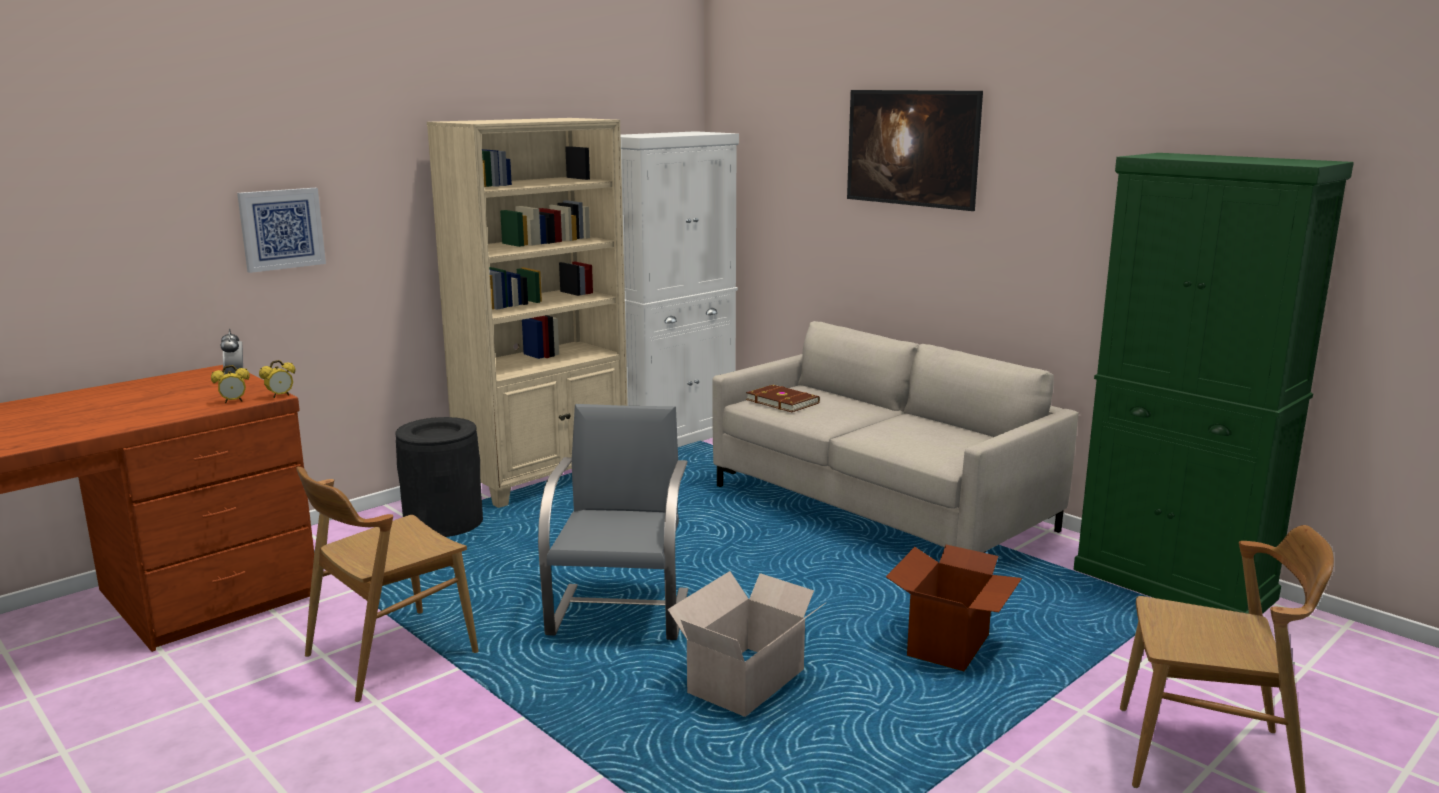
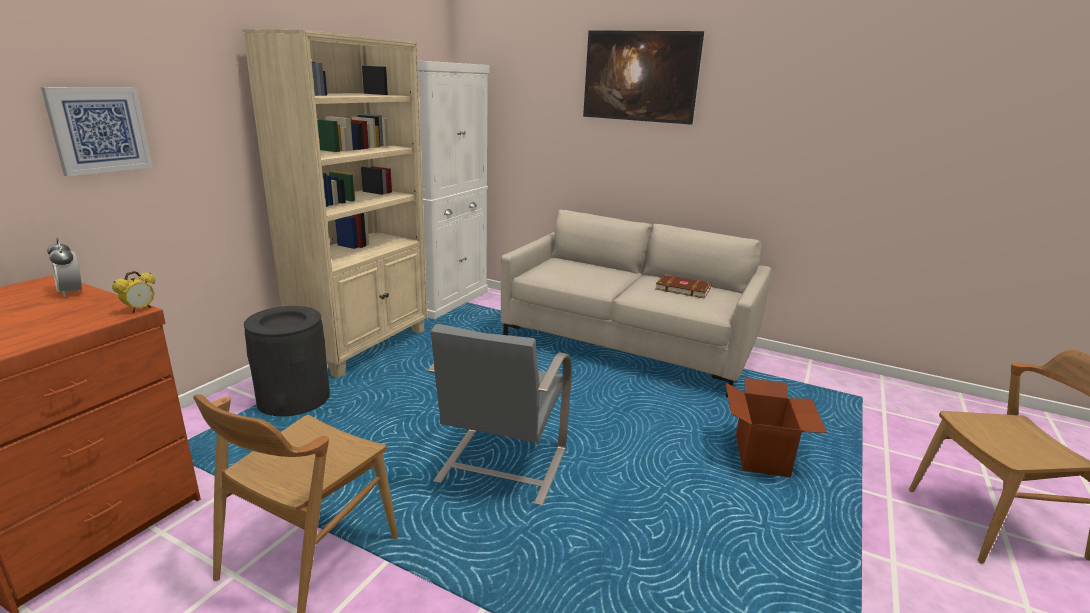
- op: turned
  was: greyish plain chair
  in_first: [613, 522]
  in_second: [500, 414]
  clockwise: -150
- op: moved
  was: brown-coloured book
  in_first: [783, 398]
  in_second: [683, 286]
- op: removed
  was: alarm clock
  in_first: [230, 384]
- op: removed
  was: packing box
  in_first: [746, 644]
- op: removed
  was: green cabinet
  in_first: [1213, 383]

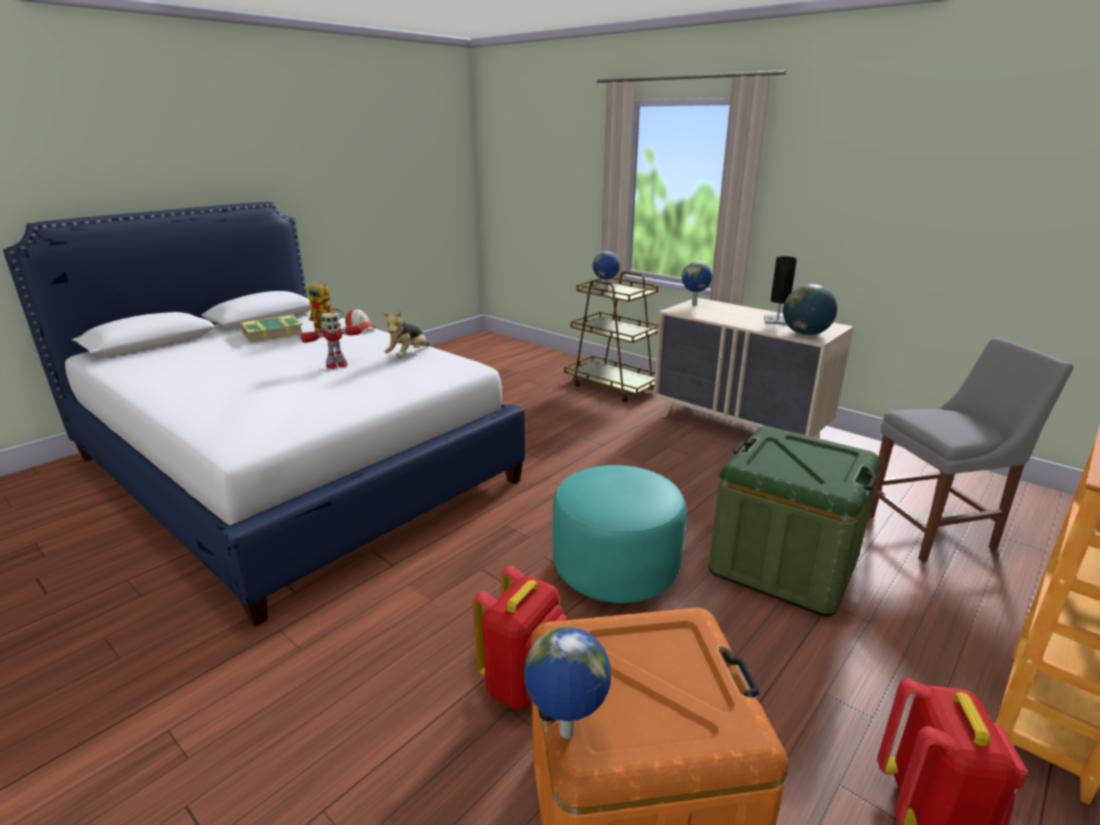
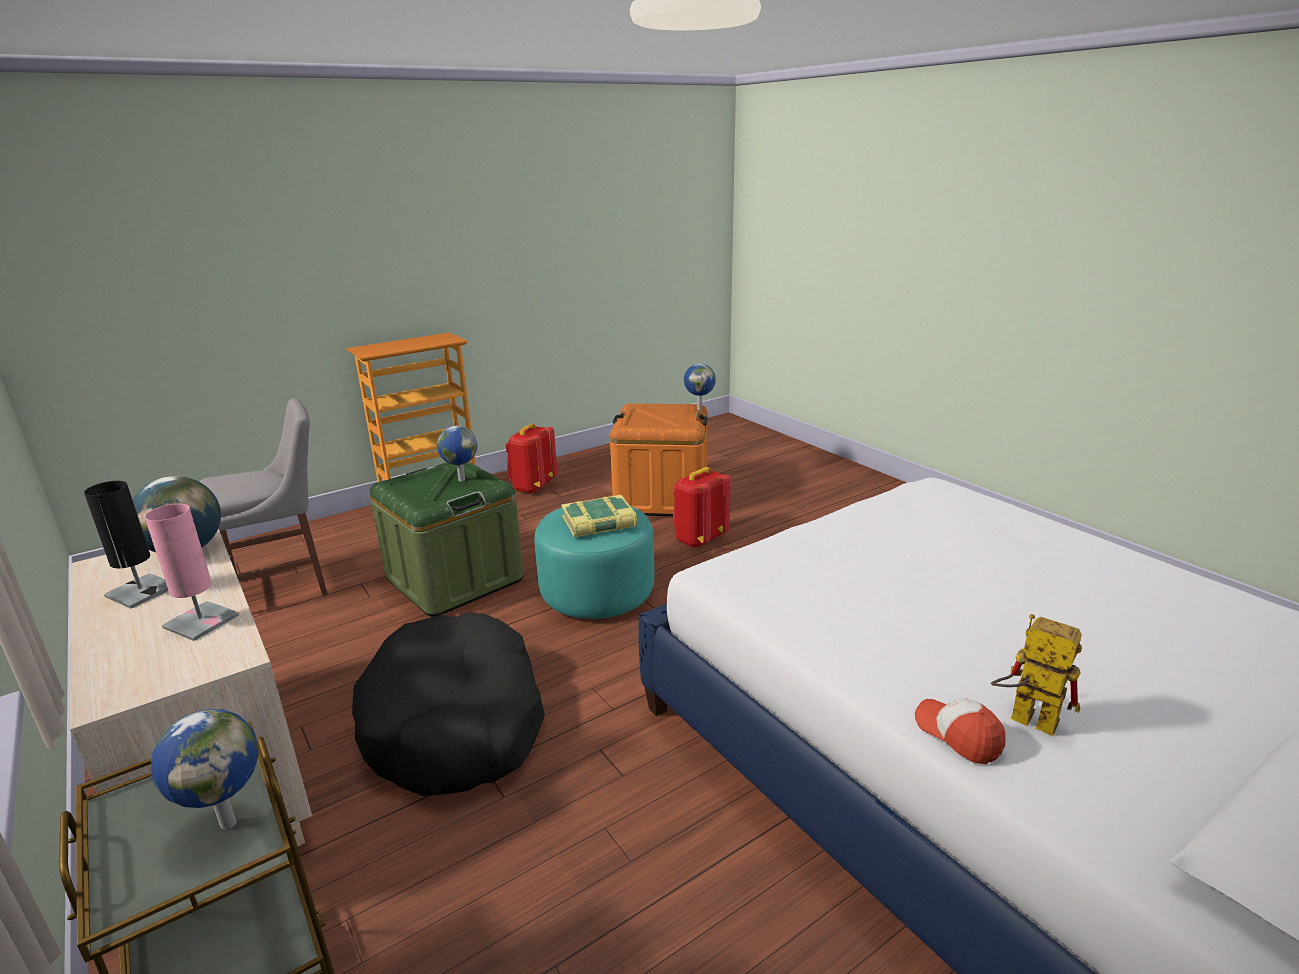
- op: added
  now: pink-coloured tabletop lamp
  in_second: [192, 572]
- op: turned
  was: greyish plain chair
  in_first: [970, 449]
  in_second: [264, 496]
  clockwise: 150
- op: added
  now: black-coloured pet bed
  in_second: [448, 704]
- op: moved
  was: world globe
  in_first: [697, 284]
  in_second: [457, 454]
- op: moved
  was: book
  in_first: [272, 329]
  in_second: [599, 516]
- op: removed
  was: robot figure
  in_first: [331, 340]
- op: removed
  was: plush toy
  in_first: [406, 334]

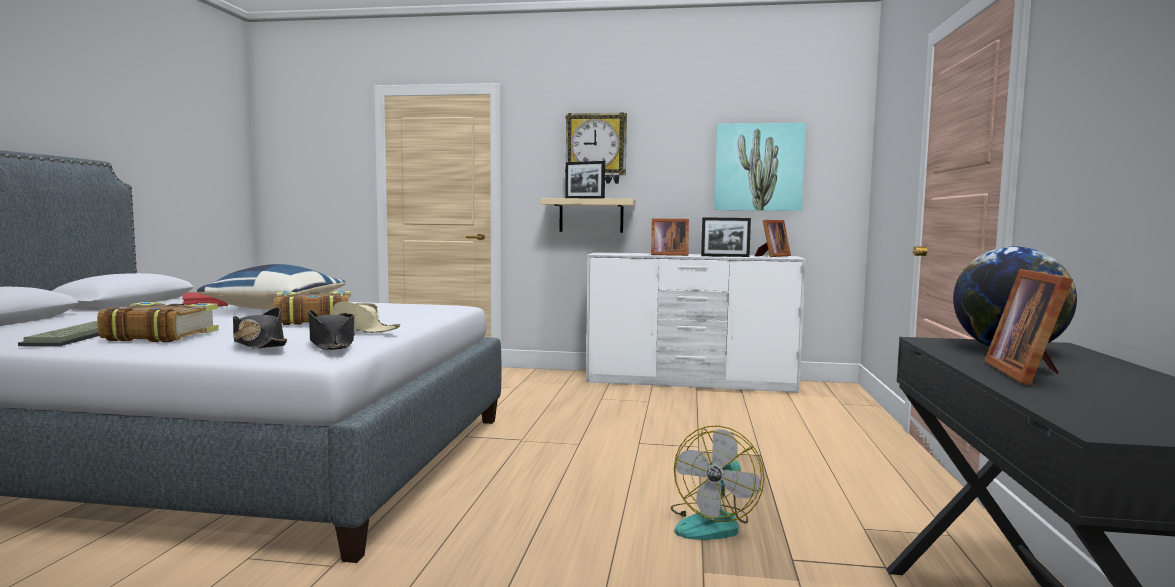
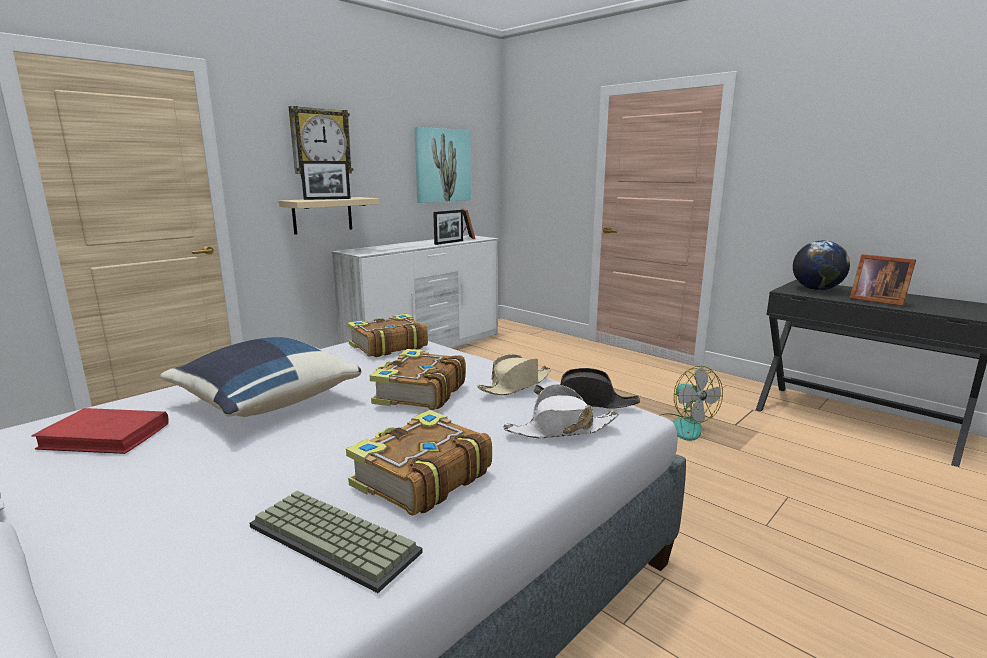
- op: added
  now: book
  in_second: [387, 335]
- op: recoloured
  was: black-coloured hat
  now: white hat
  in_first: [260, 328]
  in_second: [561, 411]
- op: removed
  was: picture frame
  in_first: [670, 237]

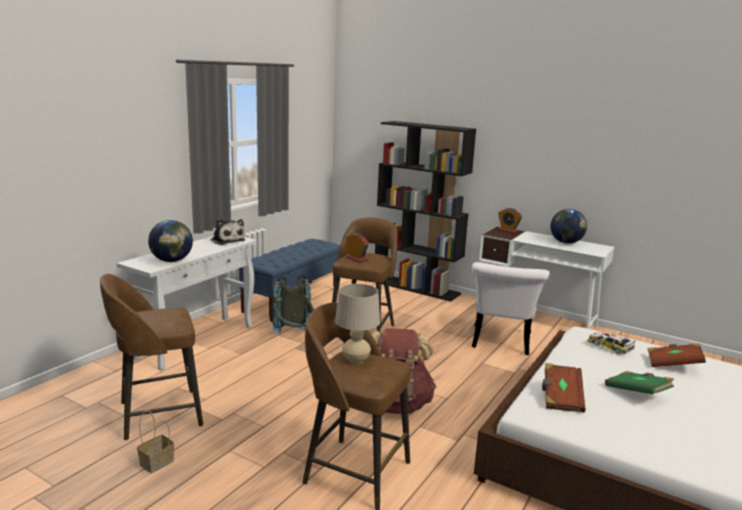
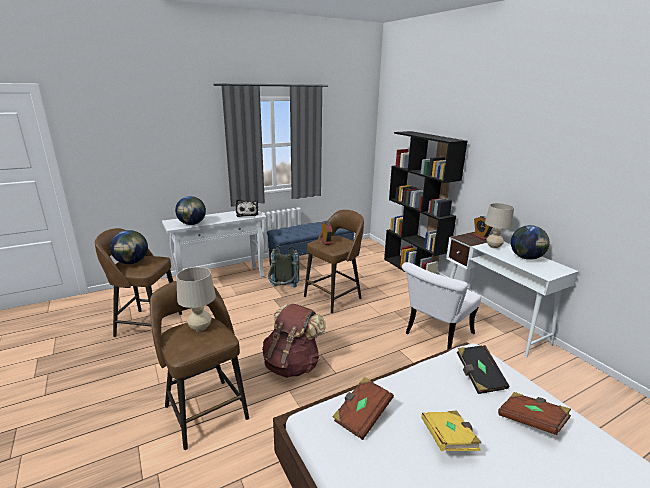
- op: added
  now: world globe
  in_second: [129, 247]
- op: recoloured
  was: green book
  now: yellow-coloured book
  in_first: [639, 383]
  in_second: [451, 430]
- op: replaced
  was: model car
  now: black-coloured book
  in_first: [611, 343]
  in_second: [483, 369]
- op: added
  now: beige tabletop lamp
  in_second: [499, 226]
- op: removed
  was: household basket
  in_first: [155, 441]

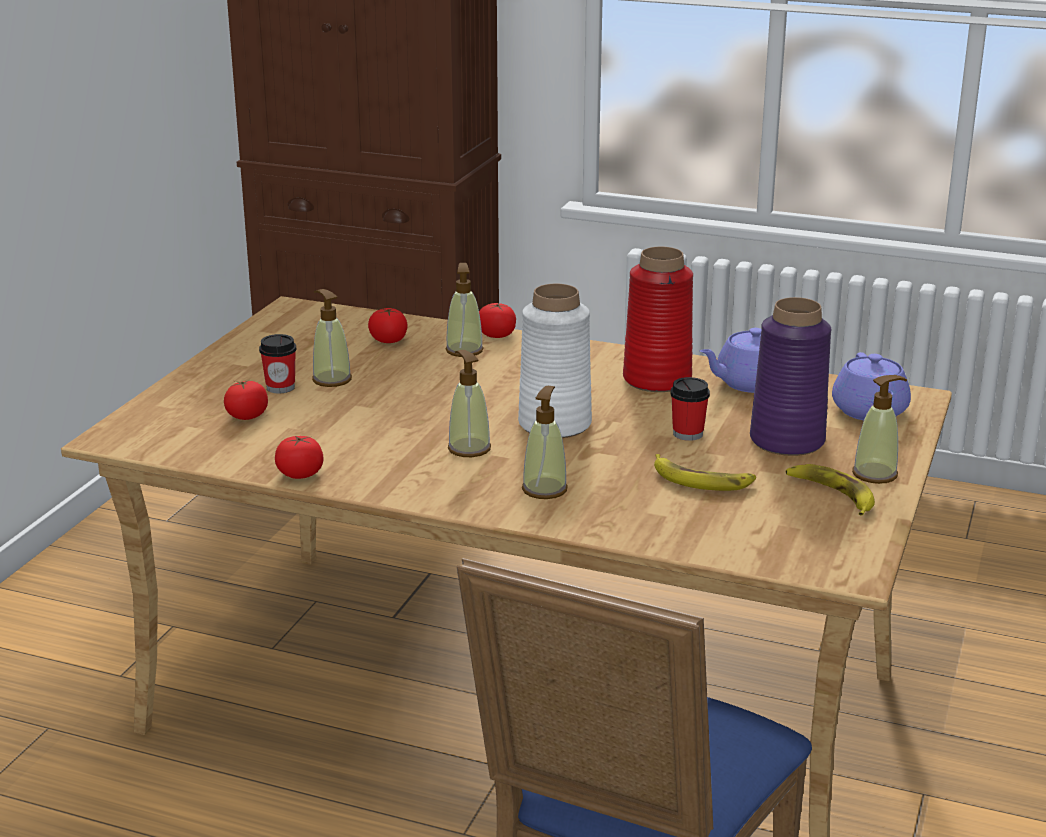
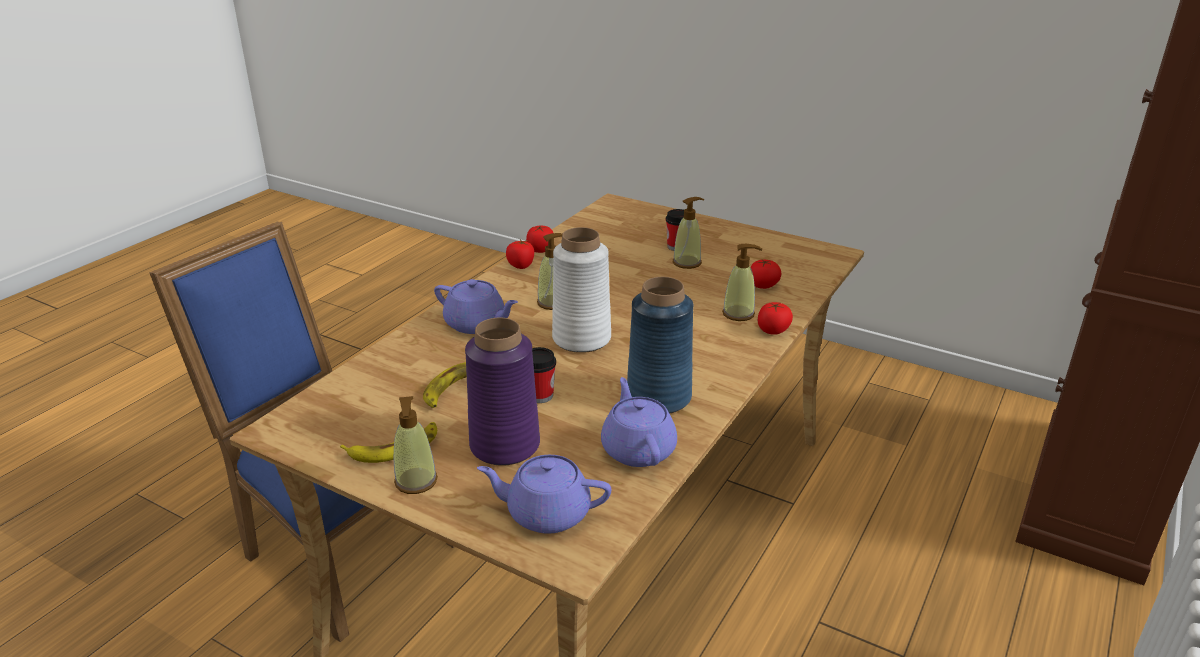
- op: replaced
  was: soap dispenser
  now: purple-coloured pot for tea
  in_first: [545, 442]
  in_second: [476, 306]
- op: moved
  was: fresh tomato
  in_first: [246, 400]
  in_second: [520, 254]
- op: recoloured
  was: red vase
  now: blue-coloured vase
  in_first: [658, 319]
  in_second: [660, 345]

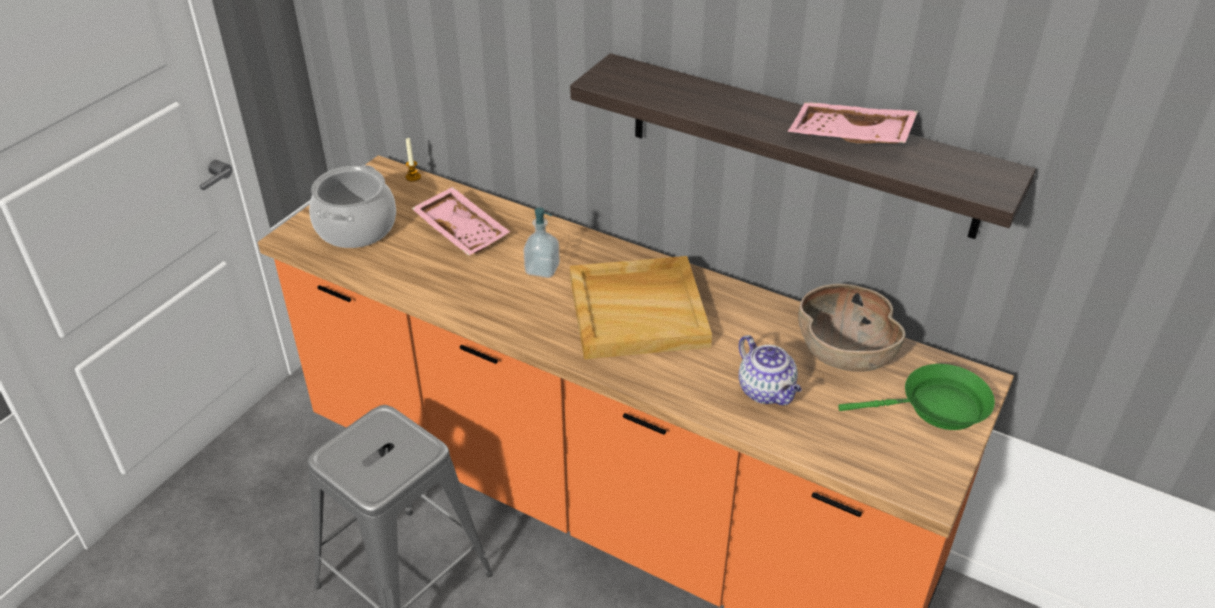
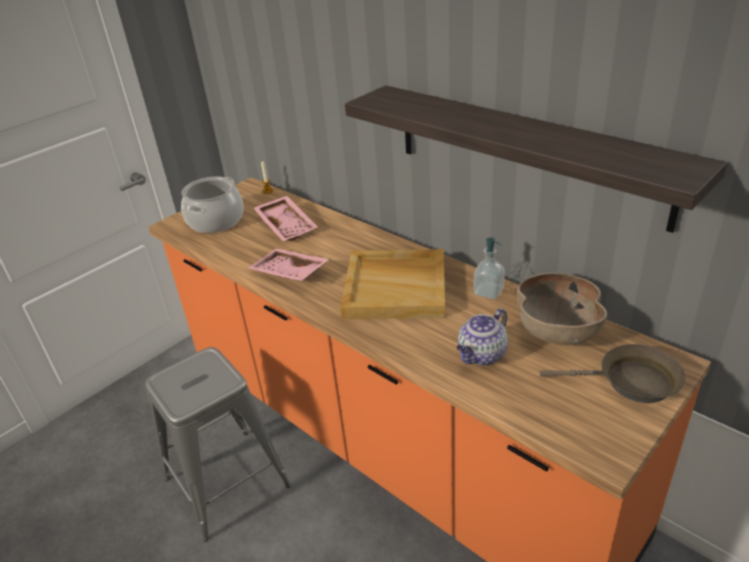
- op: moved
  was: pink-coloured carrying tray
  in_first: [852, 123]
  in_second: [288, 264]
- op: turned
  was: pot for tea
  in_first: [770, 370]
  in_second: [482, 336]
  clockwise: 60
- op: moved
  was: soap dispenser
  in_first: [541, 242]
  in_second: [489, 268]
- op: recoloured
  was: green skillet
  now: brown-coloured skillet
  in_first: [916, 397]
  in_second: [612, 373]

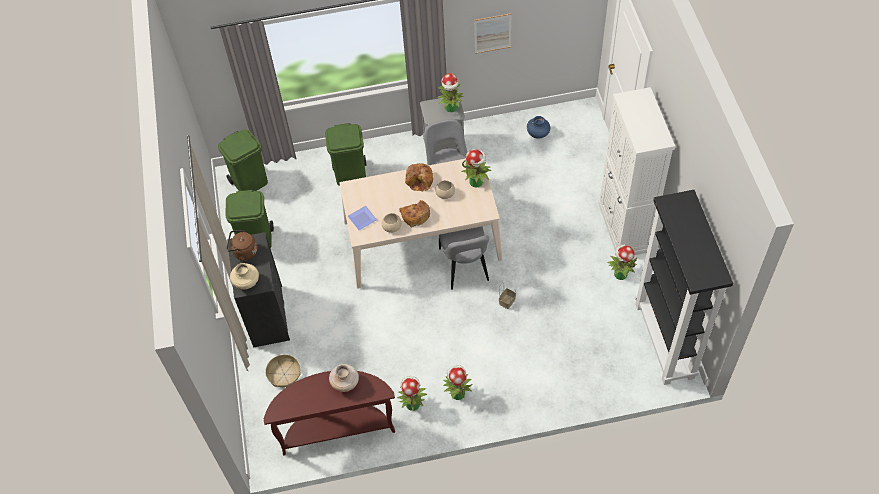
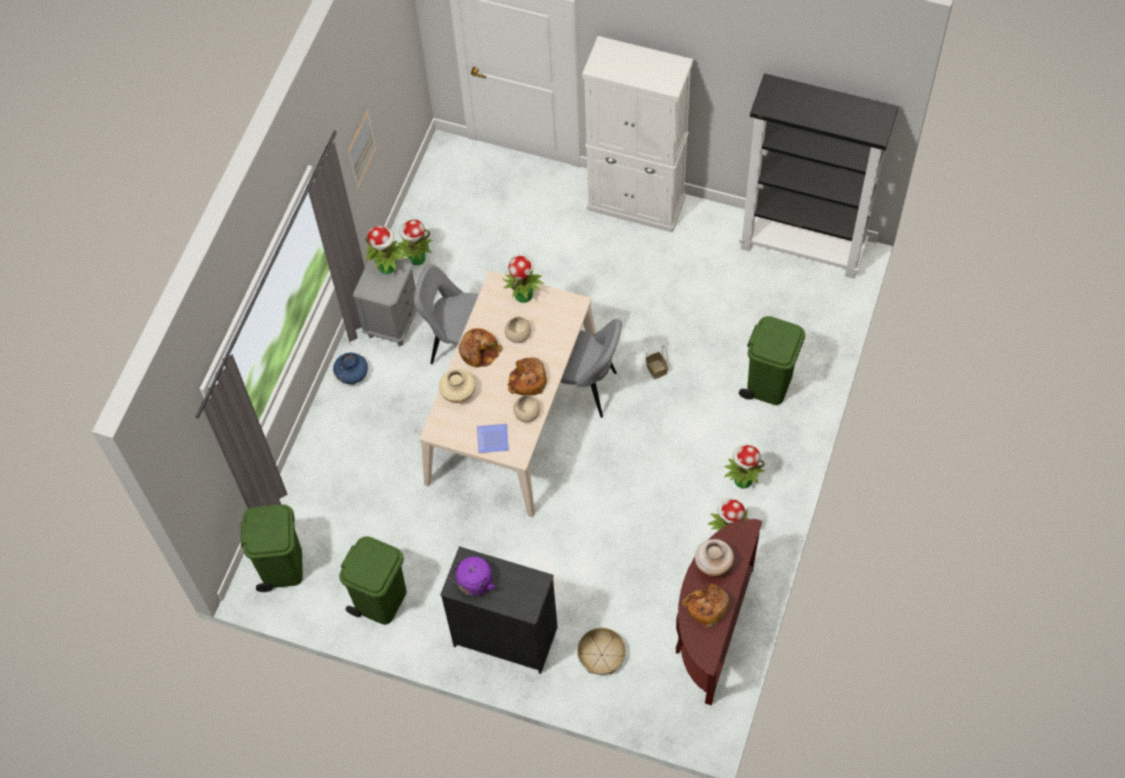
- op: moved
  was: blue-coloured vase
  in_first: [538, 127]
  in_second: [350, 368]
- op: moved
  was: houseplant
  in_first: [622, 262]
  in_second: [415, 242]
- op: moved
  was: beige vase
  in_first: [244, 276]
  in_second: [457, 386]
- op: recoloured
  was: brown-coloured kettle
  now: purple-coloured kettle
  in_first: [241, 245]
  in_second: [472, 576]
- op: added
  now: bakery bread
  in_second: [706, 605]
- op: moved
  was: green waste bin
  in_first: [346, 154]
  in_second: [772, 360]

